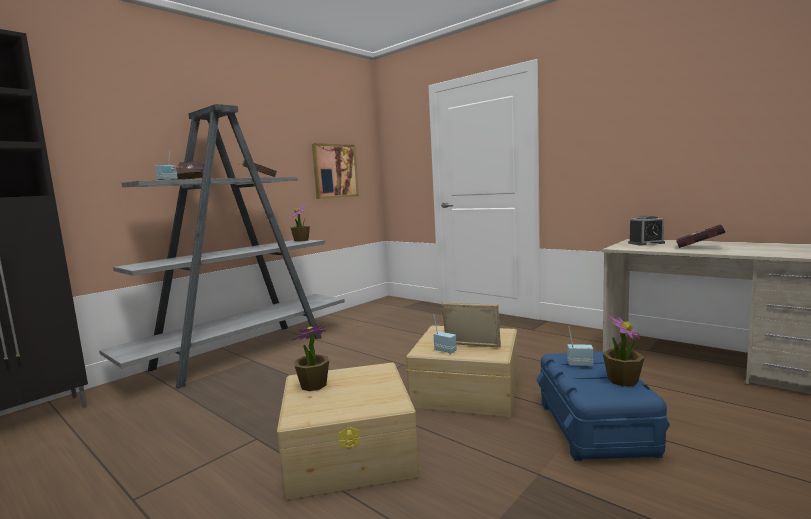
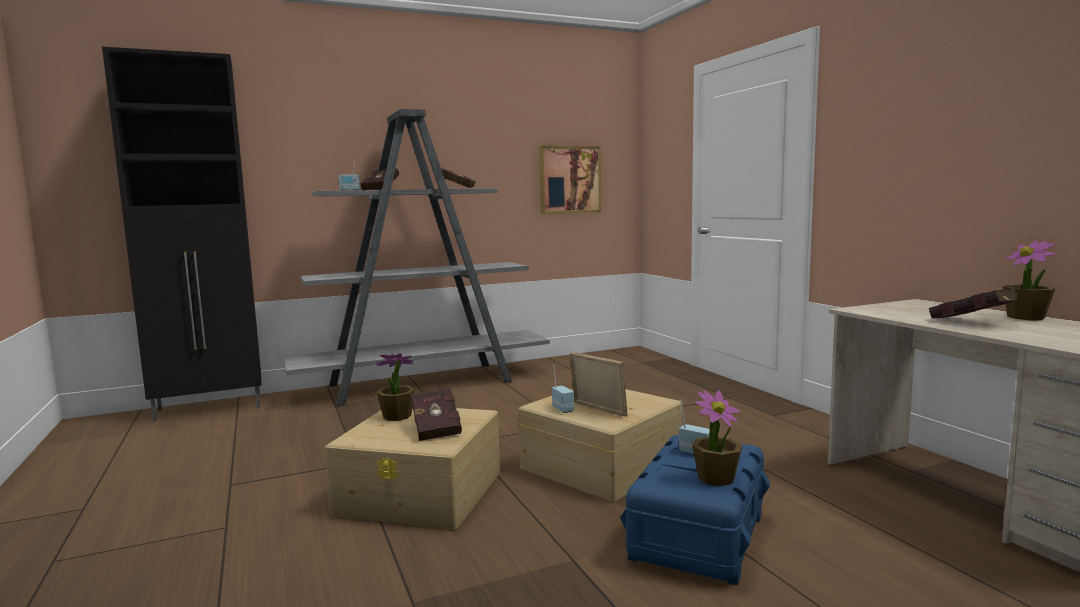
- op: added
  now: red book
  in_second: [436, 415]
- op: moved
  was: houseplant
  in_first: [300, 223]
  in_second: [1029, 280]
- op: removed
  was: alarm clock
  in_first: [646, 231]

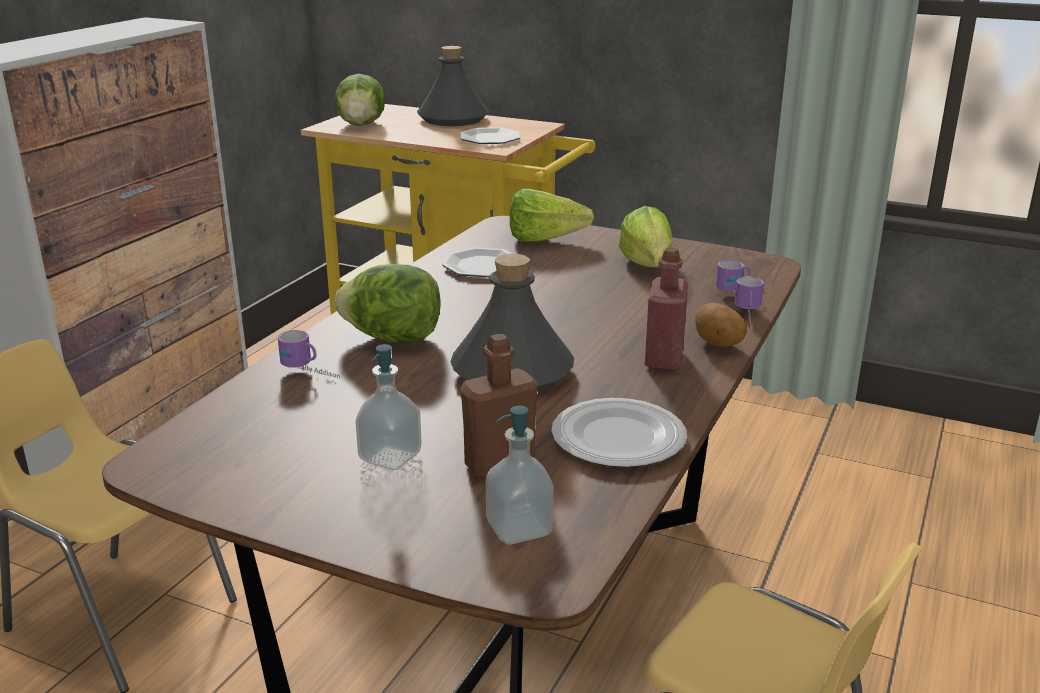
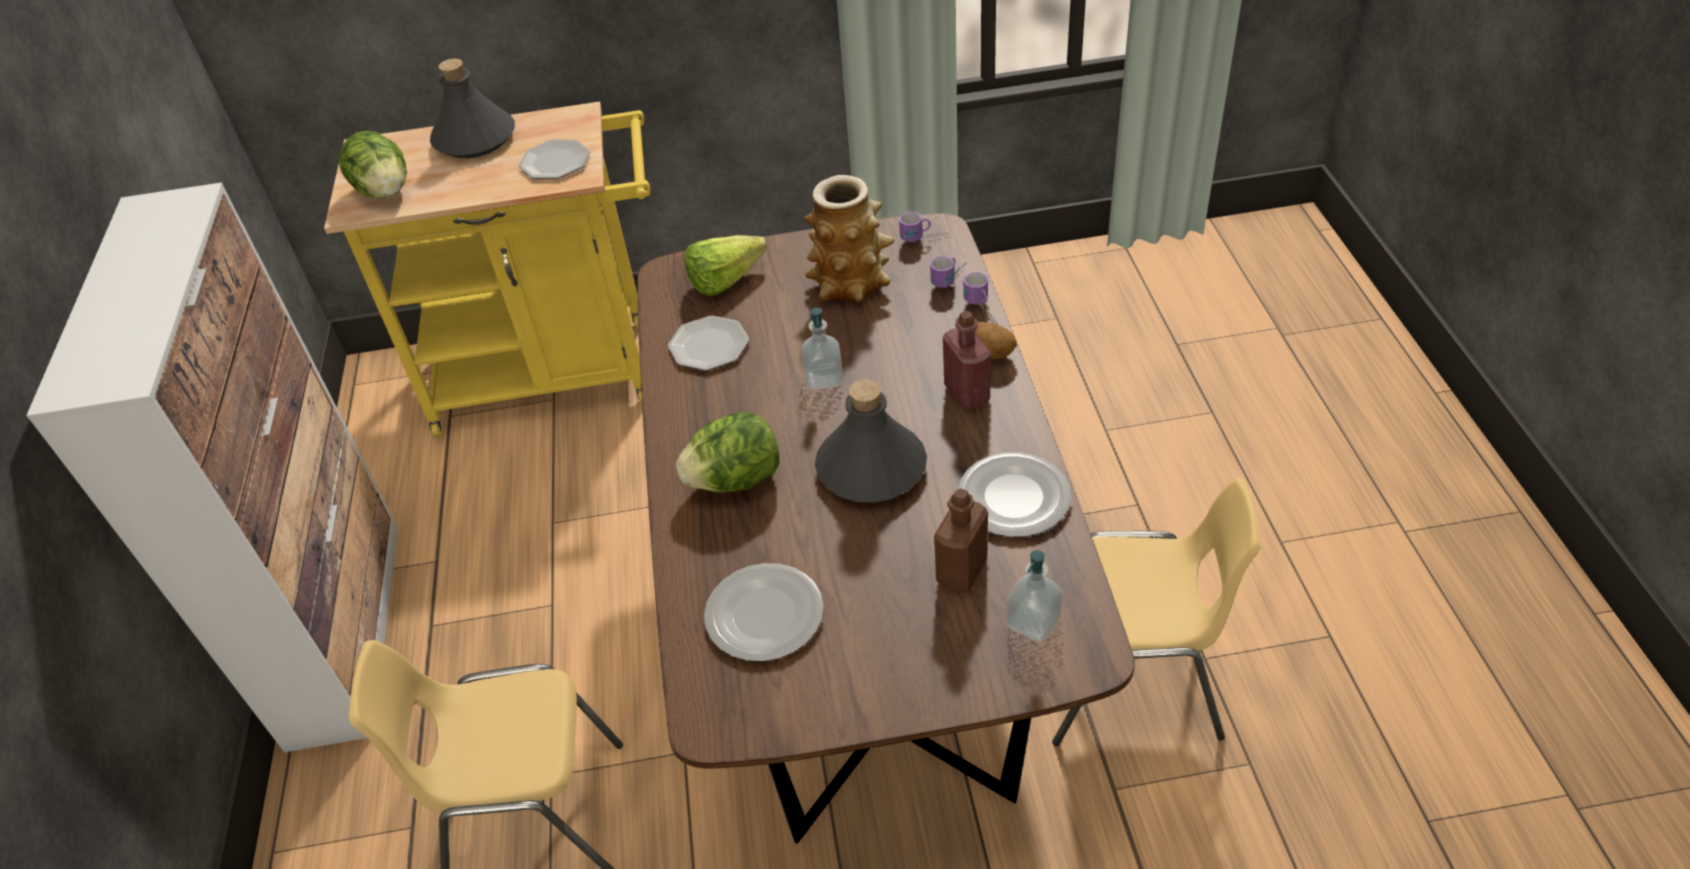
- op: added
  now: plate
  in_second: [764, 612]
- op: moved
  was: soap dispenser
  in_first: [389, 407]
  in_second: [822, 349]
- op: replaced
  was: lettuce
  now: vase
  in_first: [646, 236]
  in_second: [849, 238]
- op: moved
  was: tea mug
  in_first: [309, 354]
  in_second: [924, 227]

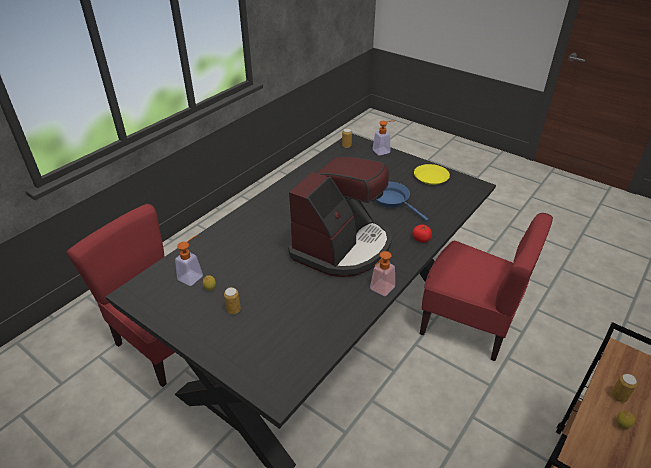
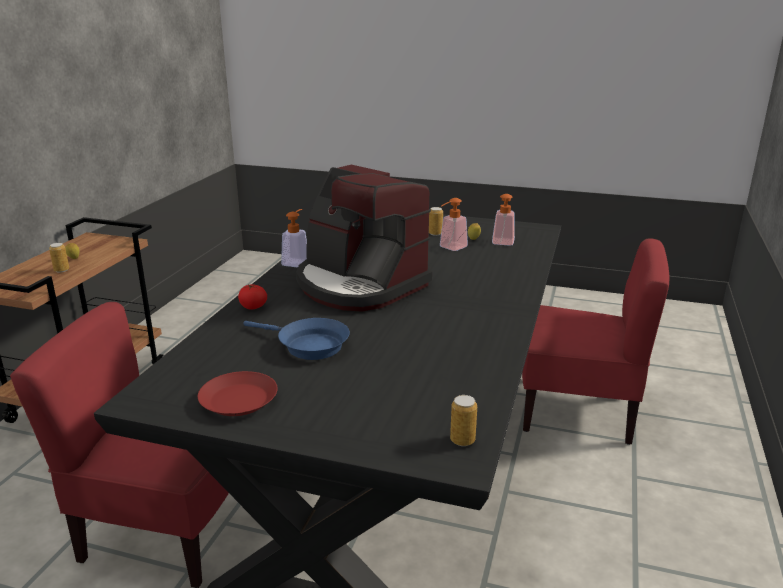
- op: recoloured
  was: yellow-coloured plate
  now: red plate
  in_first: [432, 174]
  in_second: [238, 393]
- op: turned
  was: coffee brewer
  in_first: [340, 217]
  in_second: [364, 238]
  clockwise: -60
- op: moved
  was: soap dispenser
  in_first: [384, 138]
  in_second: [454, 224]

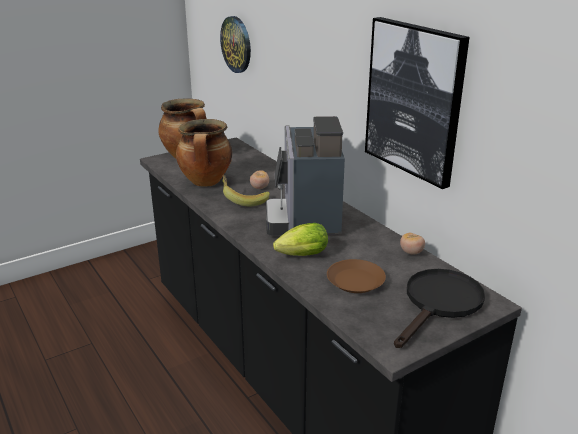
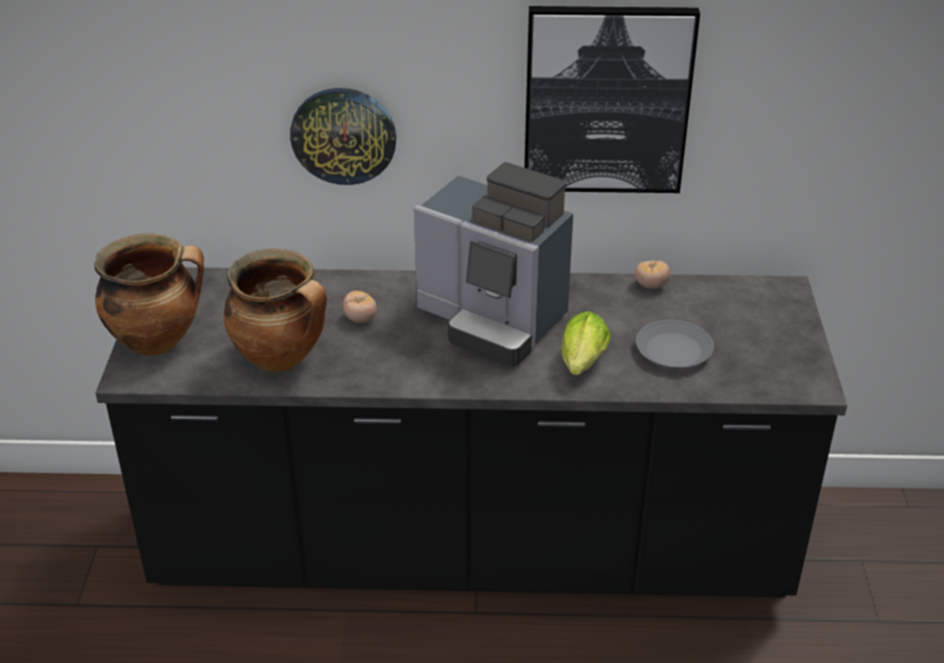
- op: moved
  was: clock on the wall
  in_first: [235, 44]
  in_second: [343, 136]
- op: recoloured
  was: brown-coloured plate
  now: greyish plate
  in_first: [356, 276]
  in_second: [675, 344]
- op: removed
  was: banana
  in_first: [246, 191]
- op: removed
  was: black-coloured skillet
  in_first: [439, 308]

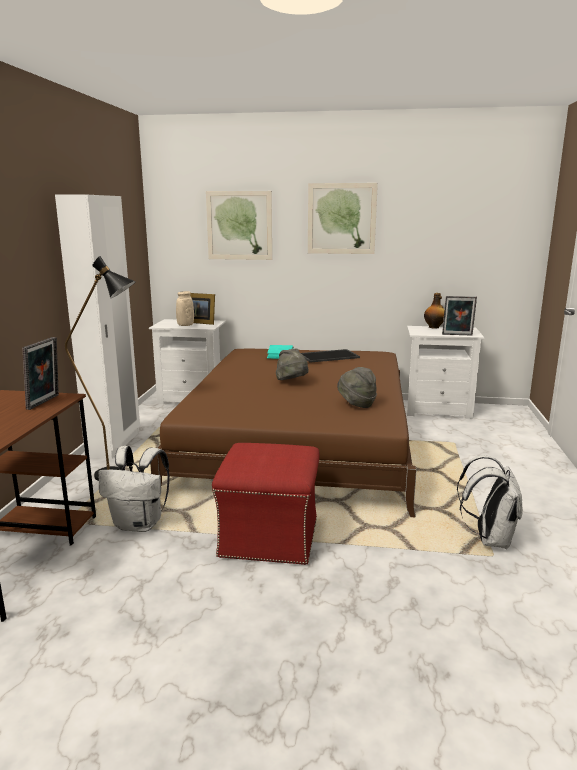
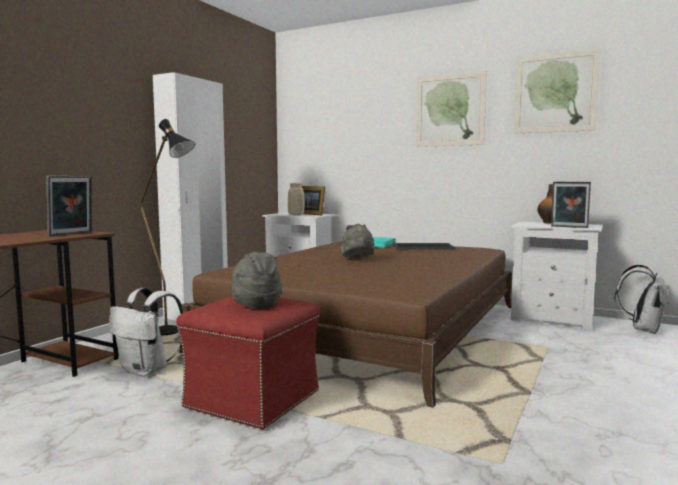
- op: moved
  was: greyish hat
  in_first: [357, 387]
  in_second: [257, 280]
- op: moved
  was: wall art
  in_first: [239, 225]
  in_second: [557, 91]
- op: moved
  was: white rucksack
  in_first: [490, 502]
  in_second: [641, 299]

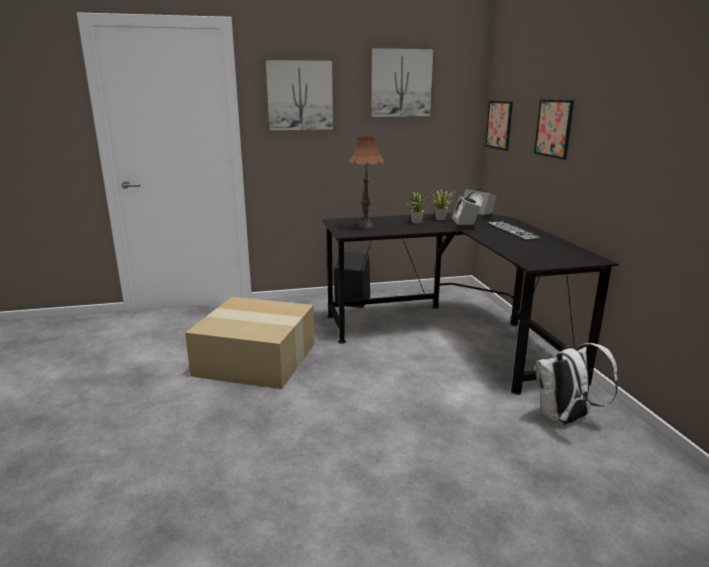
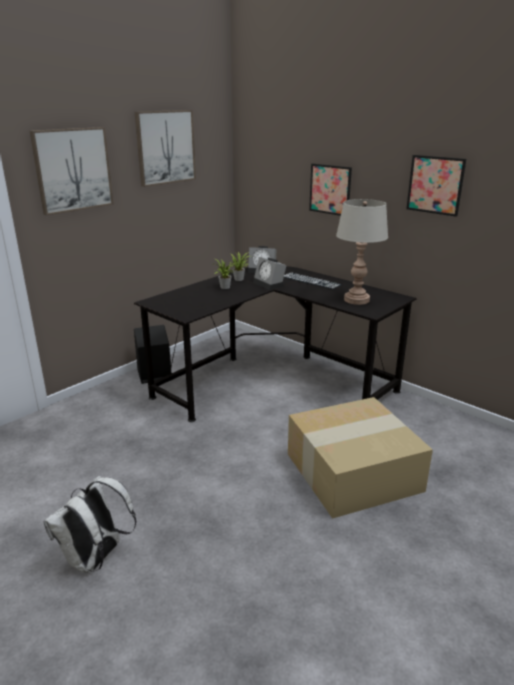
- op: moved
  was: white rucksack
  in_first: [577, 384]
  in_second: [90, 524]
- op: moved
  was: packing box
  in_first: [250, 343]
  in_second: [360, 458]
- op: added
  now: greyish tabletop lamp
  in_second: [362, 252]
- op: moved
  was: wall art
  in_first: [499, 126]
  in_second: [436, 186]
- op: removed
  was: brown-coloured tabletop lamp
  in_first: [366, 182]

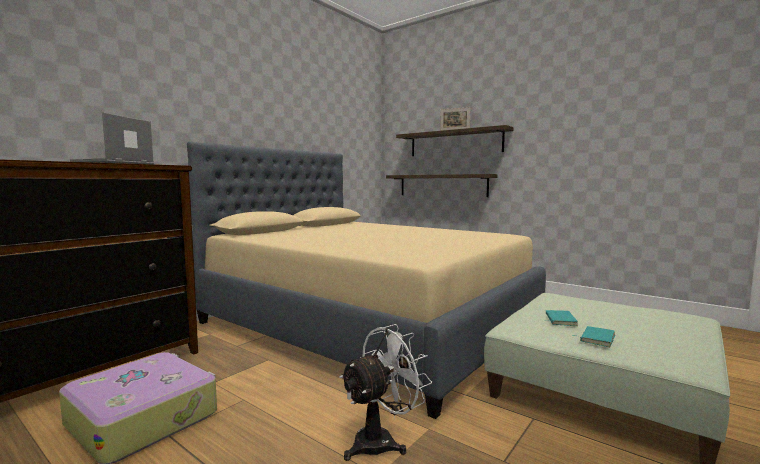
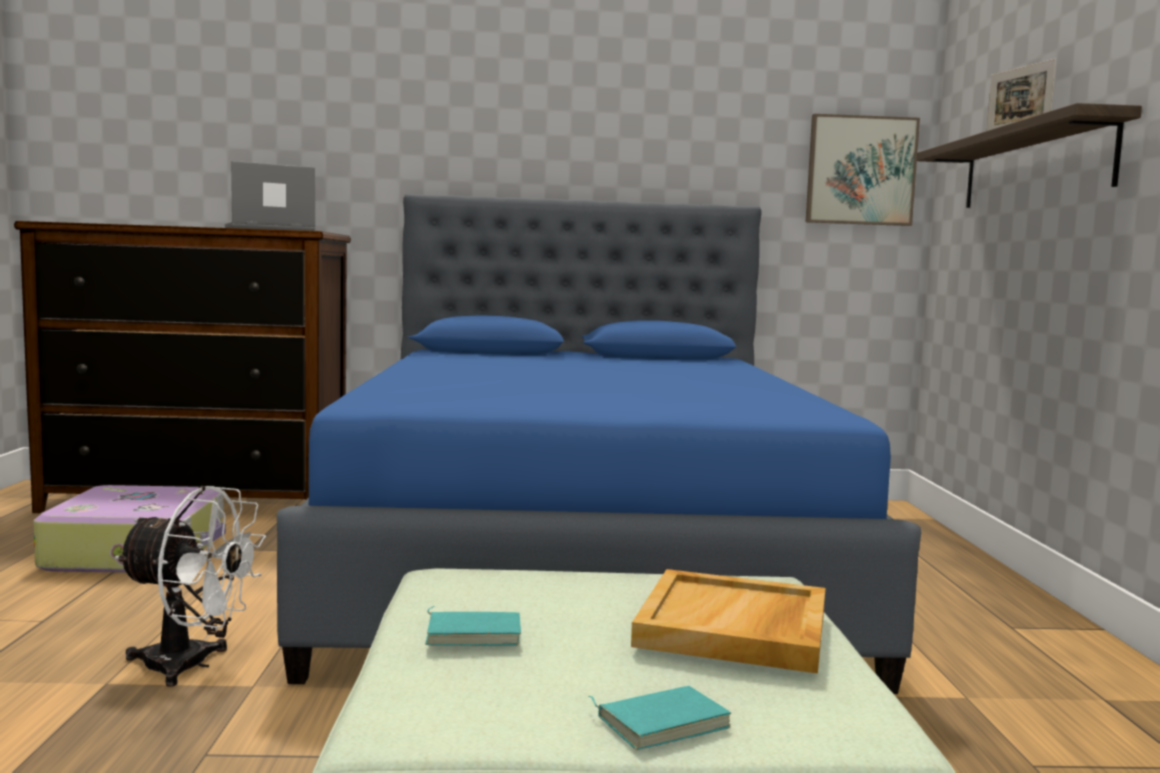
- op: recoloured
  was: beige bed
  now: blue-coloured bed
  in_first: [366, 280]
  in_second: [599, 444]
- op: moved
  was: turquoise-coloured book
  in_first: [561, 318]
  in_second: [659, 718]
- op: added
  now: beige carrying tray
  in_second: [728, 621]
- op: added
  now: wall art
  in_second: [863, 170]
- op: removed
  was: shelf
  in_first: [442, 185]

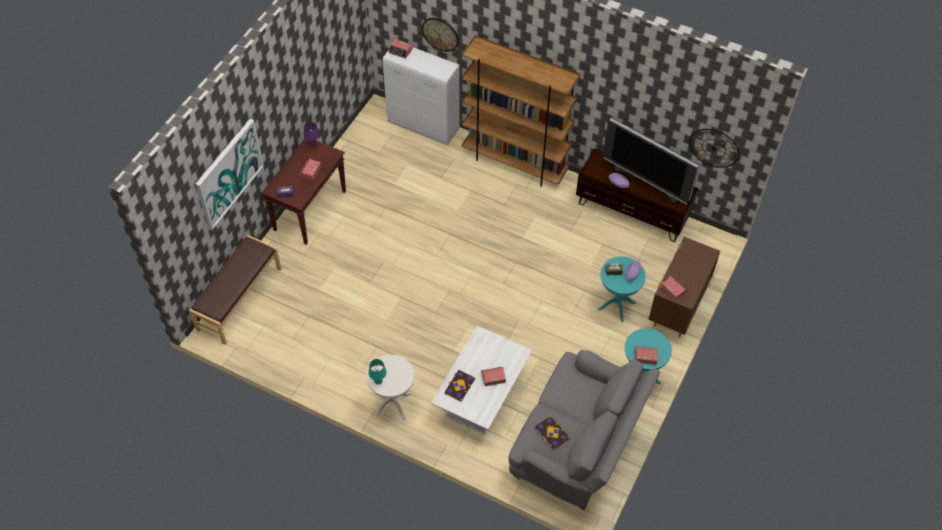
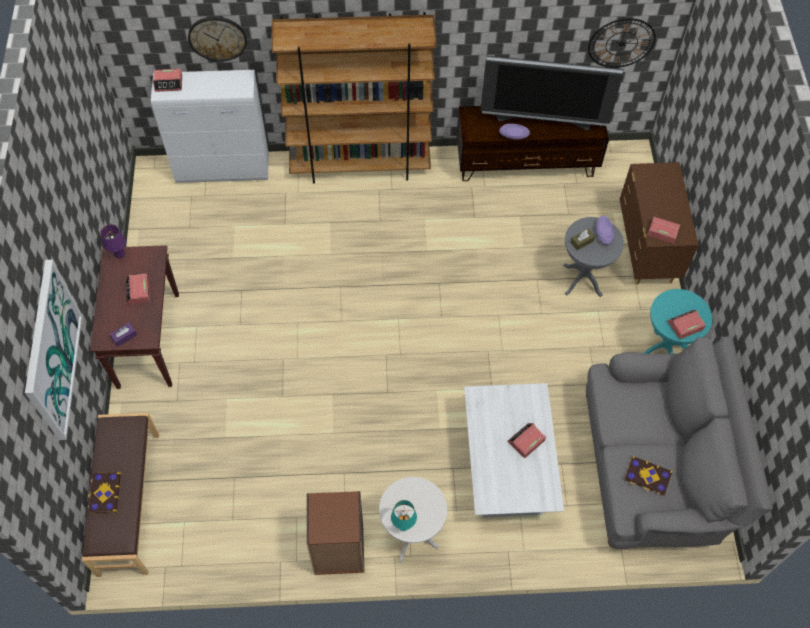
- op: moved
  was: book
  in_first: [460, 386]
  in_second: [104, 493]
- op: added
  now: brown-coloured bookcase
  in_second: [336, 533]
- op: recoloured
  was: turquoise-coloured side table
  now: greyish side table
  in_first: [622, 289]
  in_second: [593, 257]

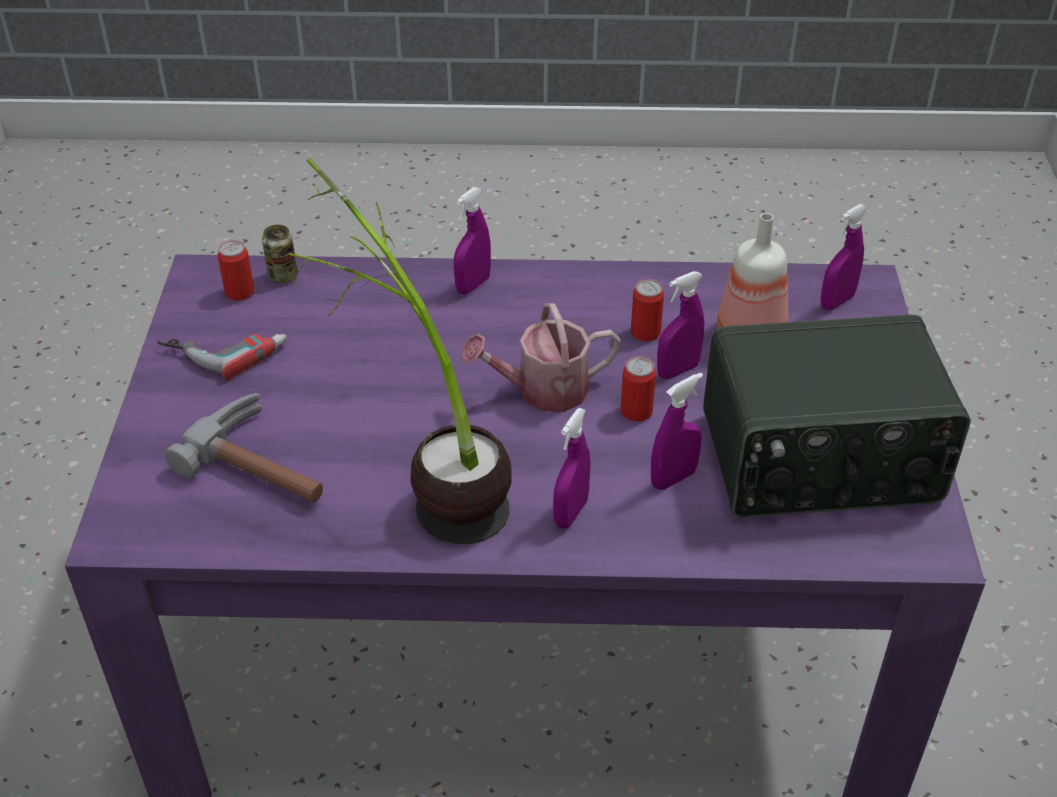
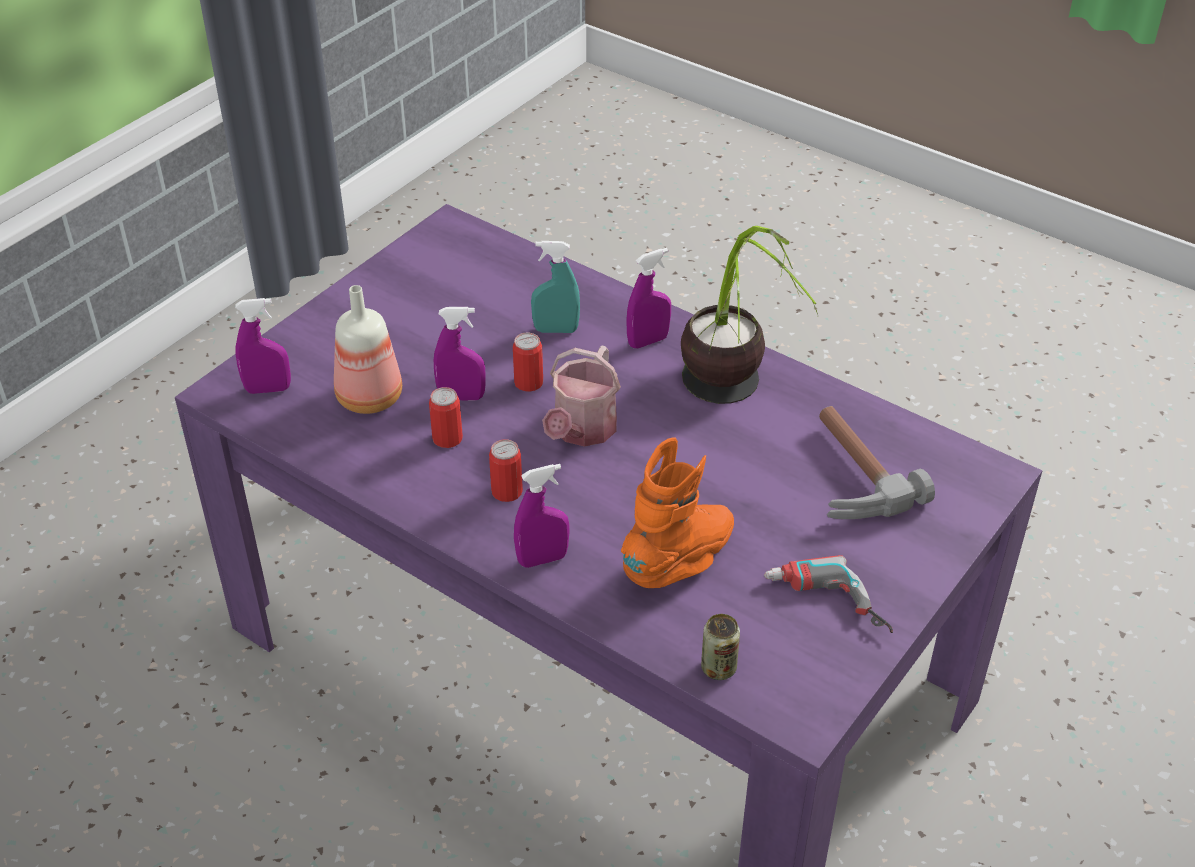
- op: moved
  was: sealed can
  in_first: [236, 270]
  in_second: [506, 470]
- op: recoloured
  was: purple-coloured sprayer
  now: turquoise-coloured sprayer
  in_first: [677, 431]
  in_second: [555, 287]
- op: turned
  was: watering pot
  in_first: [541, 357]
  in_second: [581, 396]
  clockwise: 90
- op: added
  now: orangey high-top boot
  in_second: [677, 512]
- op: removed
  was: radio set
  in_first: [837, 416]

